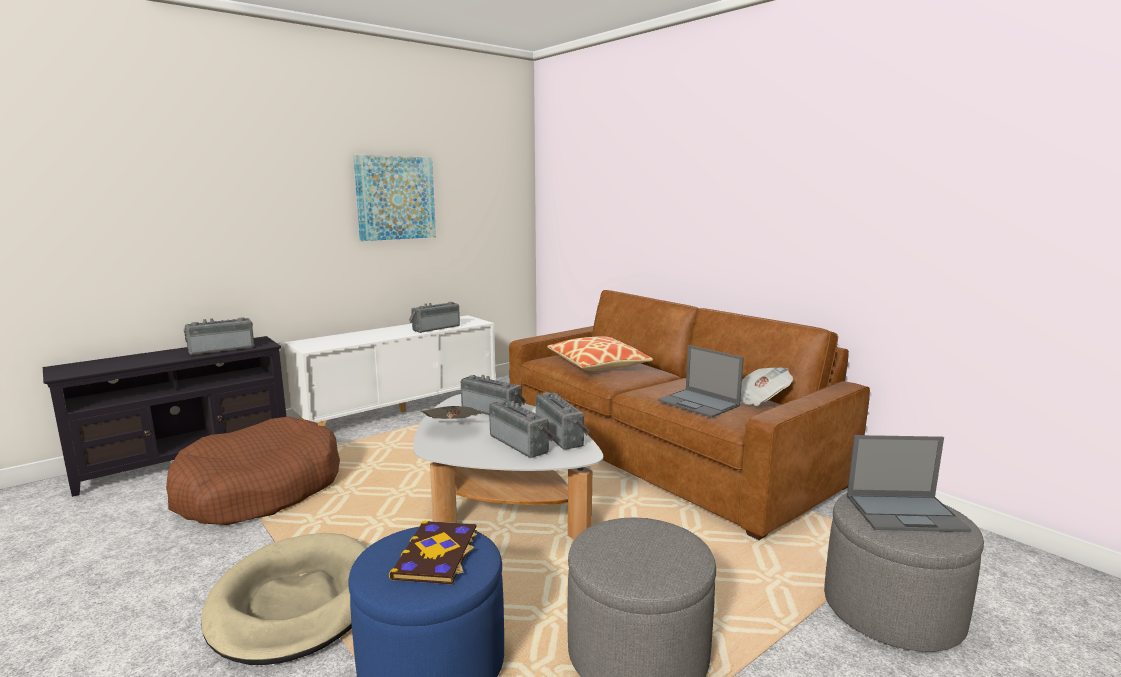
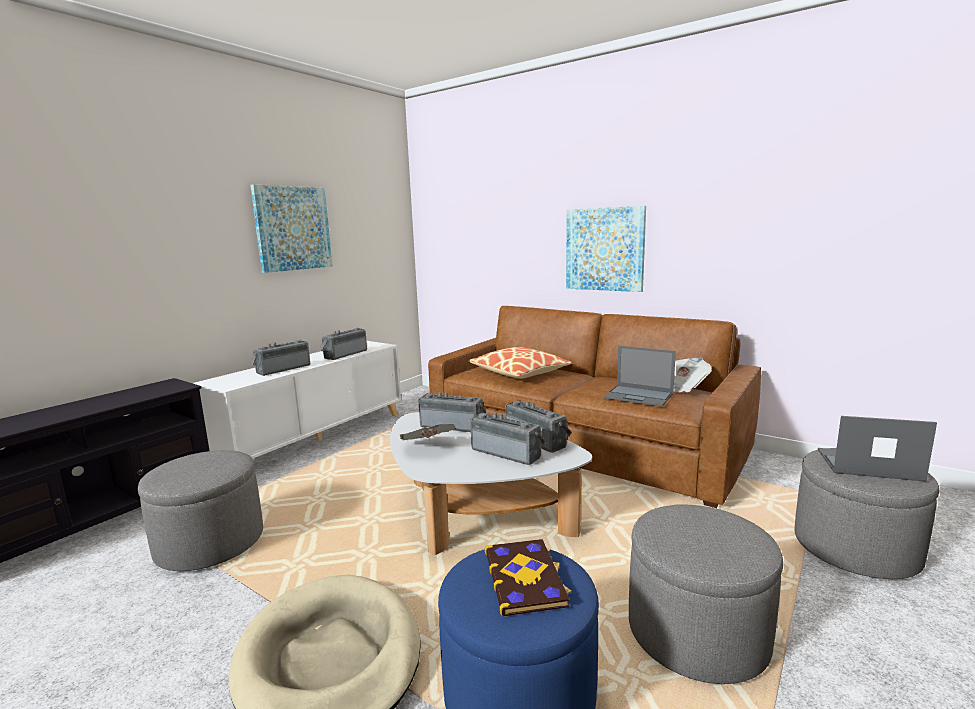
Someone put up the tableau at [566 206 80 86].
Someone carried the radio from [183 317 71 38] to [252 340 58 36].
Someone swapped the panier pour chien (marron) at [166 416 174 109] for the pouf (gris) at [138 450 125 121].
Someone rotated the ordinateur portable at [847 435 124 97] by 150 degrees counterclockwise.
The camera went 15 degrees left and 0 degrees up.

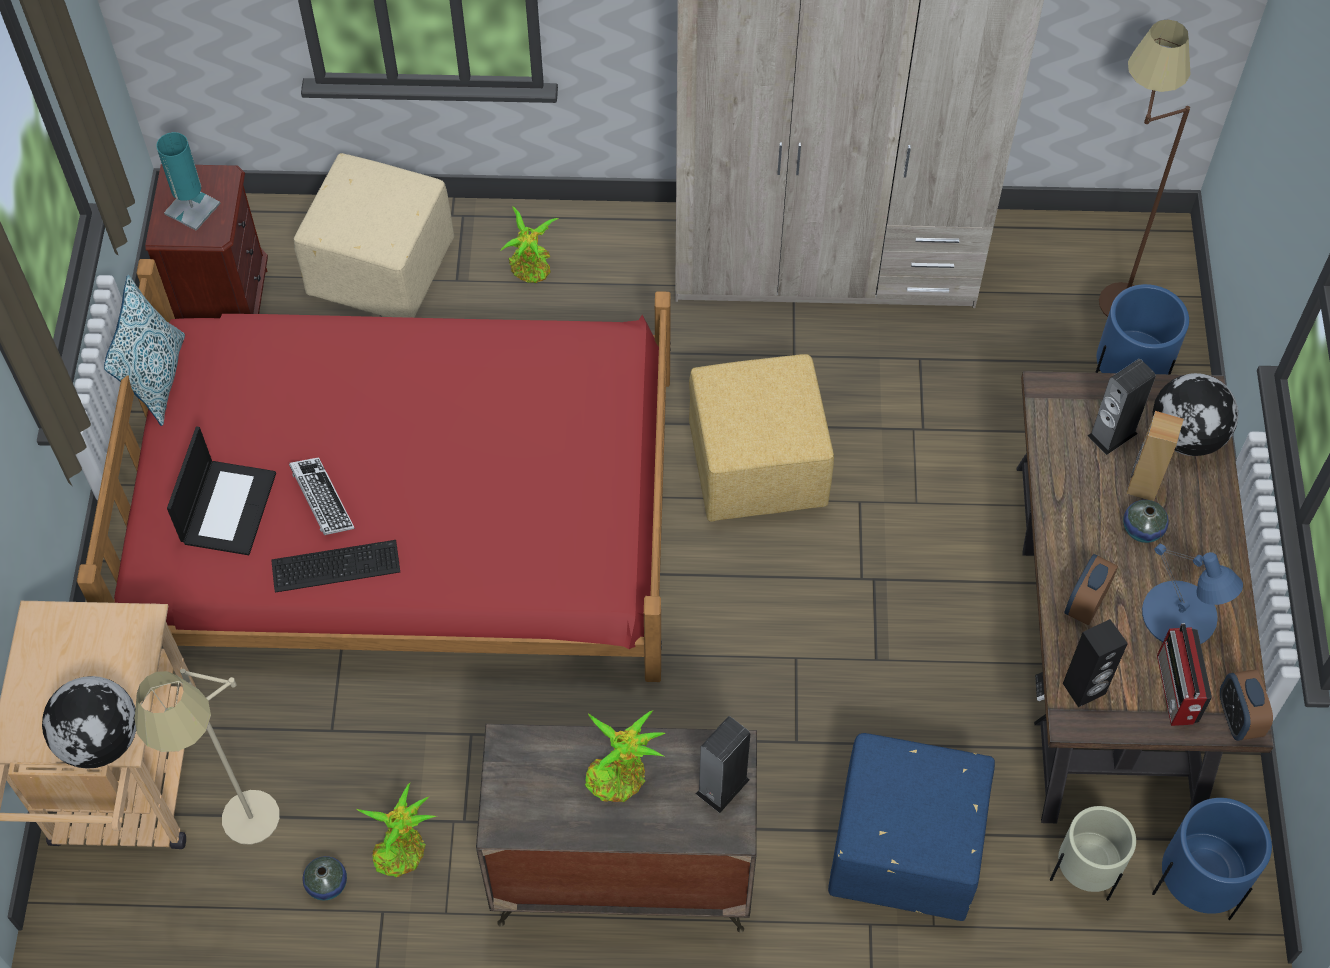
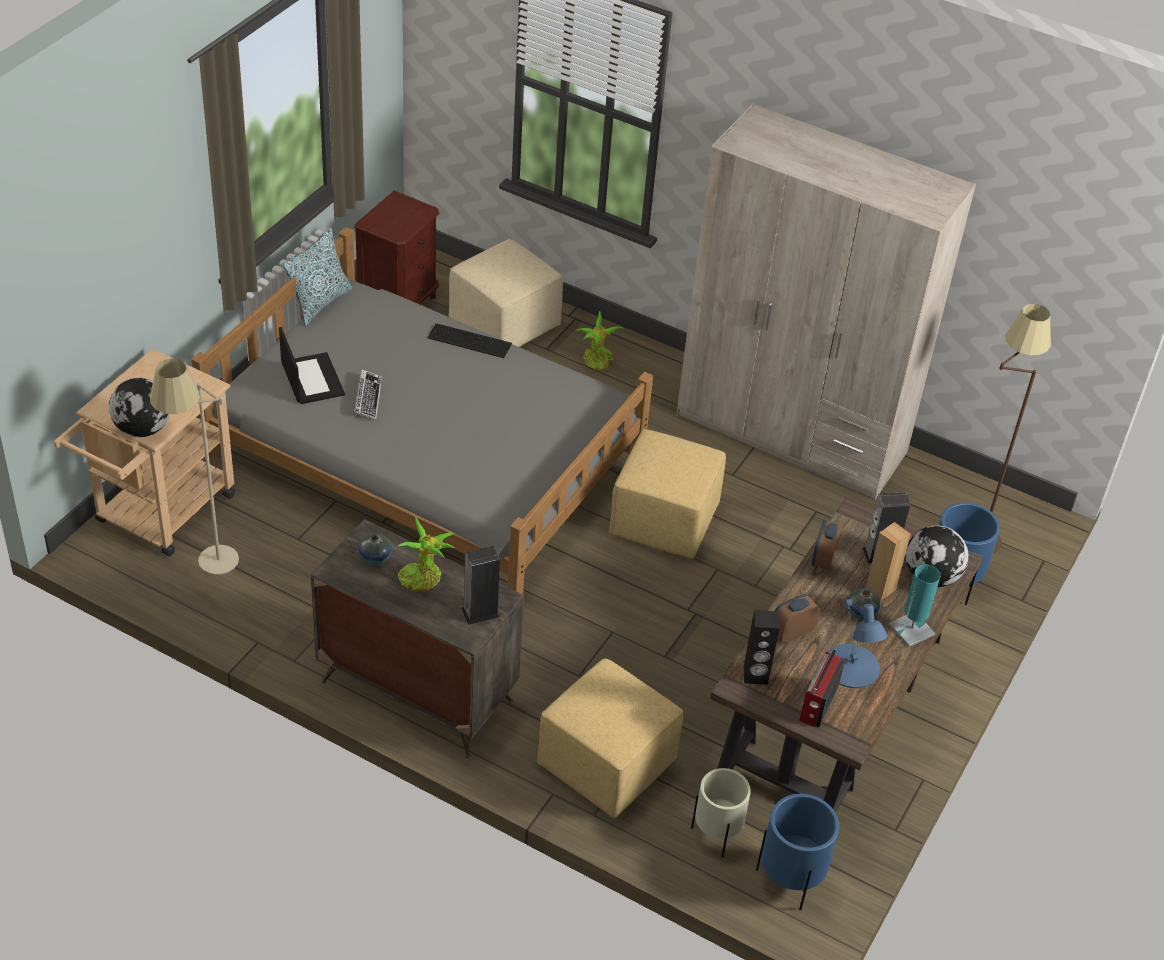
Someone took away the plante en pot at [357 783 79 94].
Someone carried the lampe de table (turquoise) from [156 132 64 99] to [889 564 52 83].
Someone carried the clavier from [272 540 128 53] to [428 323 84 35].
Someone carried the vase from [303 856 44 44] to [358 534 34 31].
Someone carried the réveil from [1220 669 53 72] to [811 520 32 50].
Someone repainted the lit (rouge) at [77 259 594 423], which became the lit (gris) at [192 227 461 368].
Someone repainted the pouf (bleu) at [828 733 167 188], which became the pouf (jaune) at [537 658 146 160].
Someone rotated the ordinateur portable at [167 426 109 129] by 60 degrees counterclockwise.
The camera went 25 degrees right and 15 degrees down.

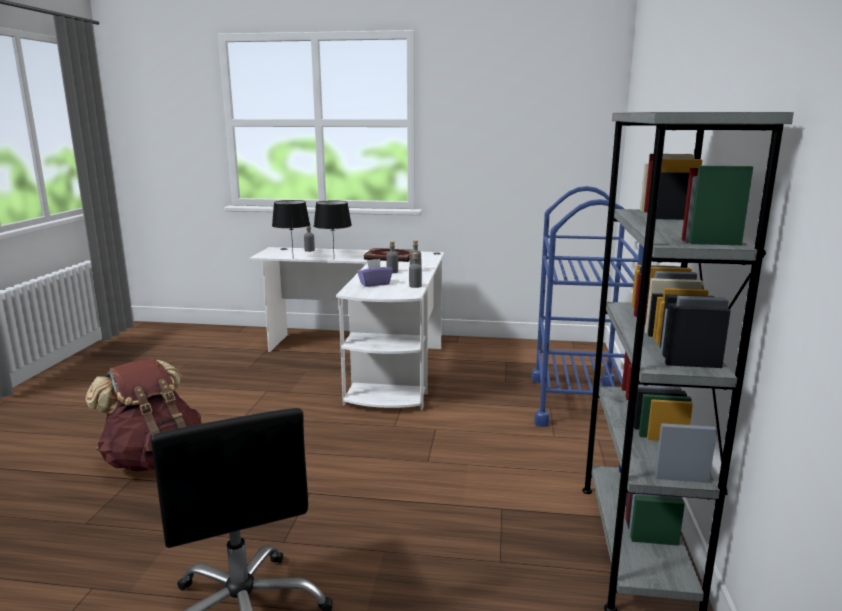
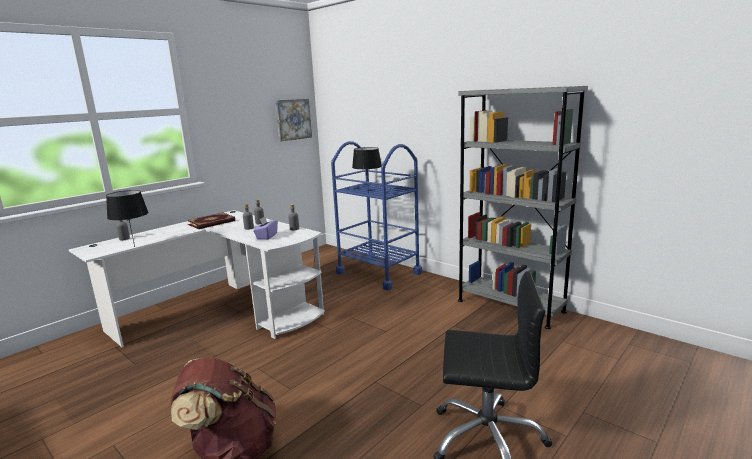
Someone put up the tableau at [275 99 37 42].
Someone carried the lampe de table (noir) from [314 200 38 51] to [352 147 30 46].
The camera went 55 degrees left and 0 degrees up.

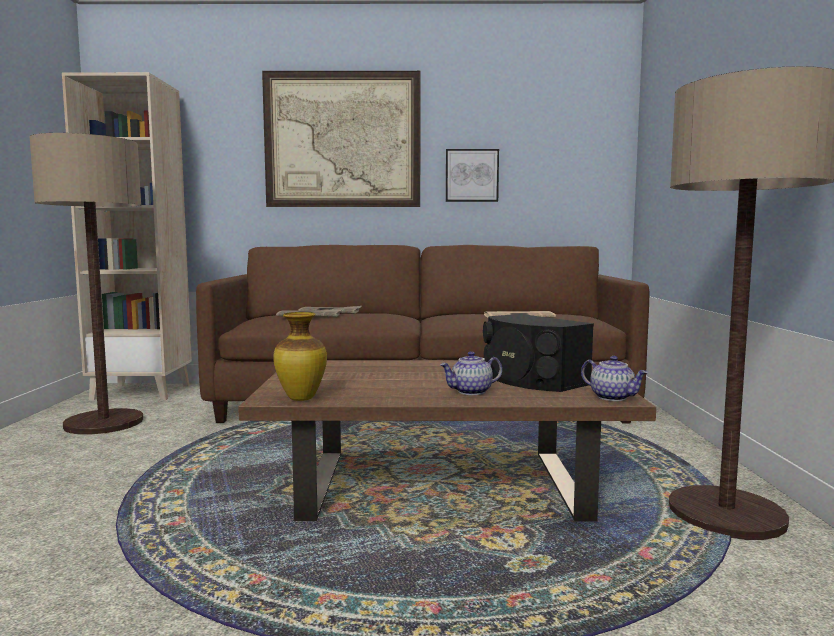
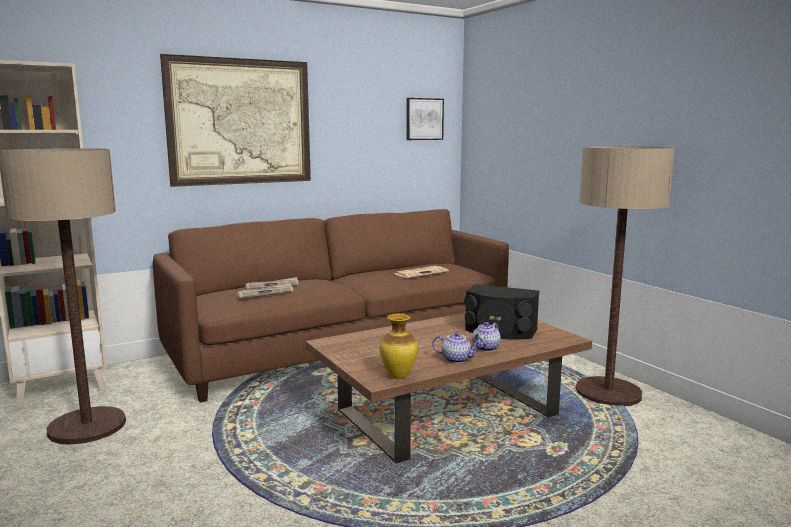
Someone carried the tableau from [446 149 53 53] to [406 98 38 42].
Someone carried the théière from [581 356 67 45] to [432 332 49 31].
The camera went 30 degrees left and 5 degrees up.

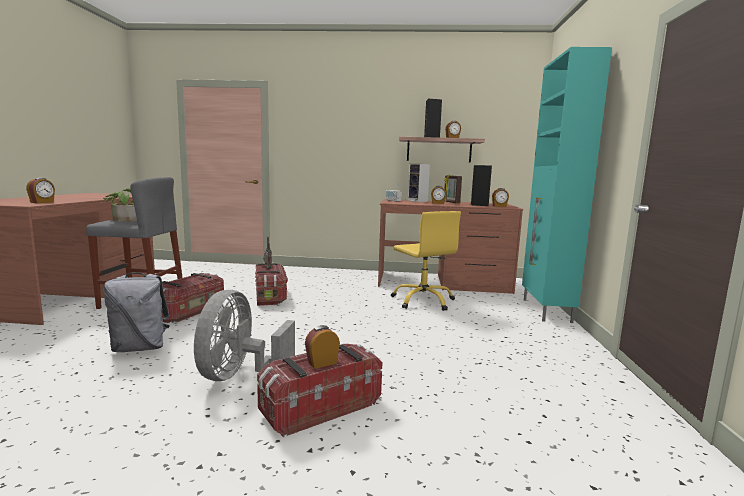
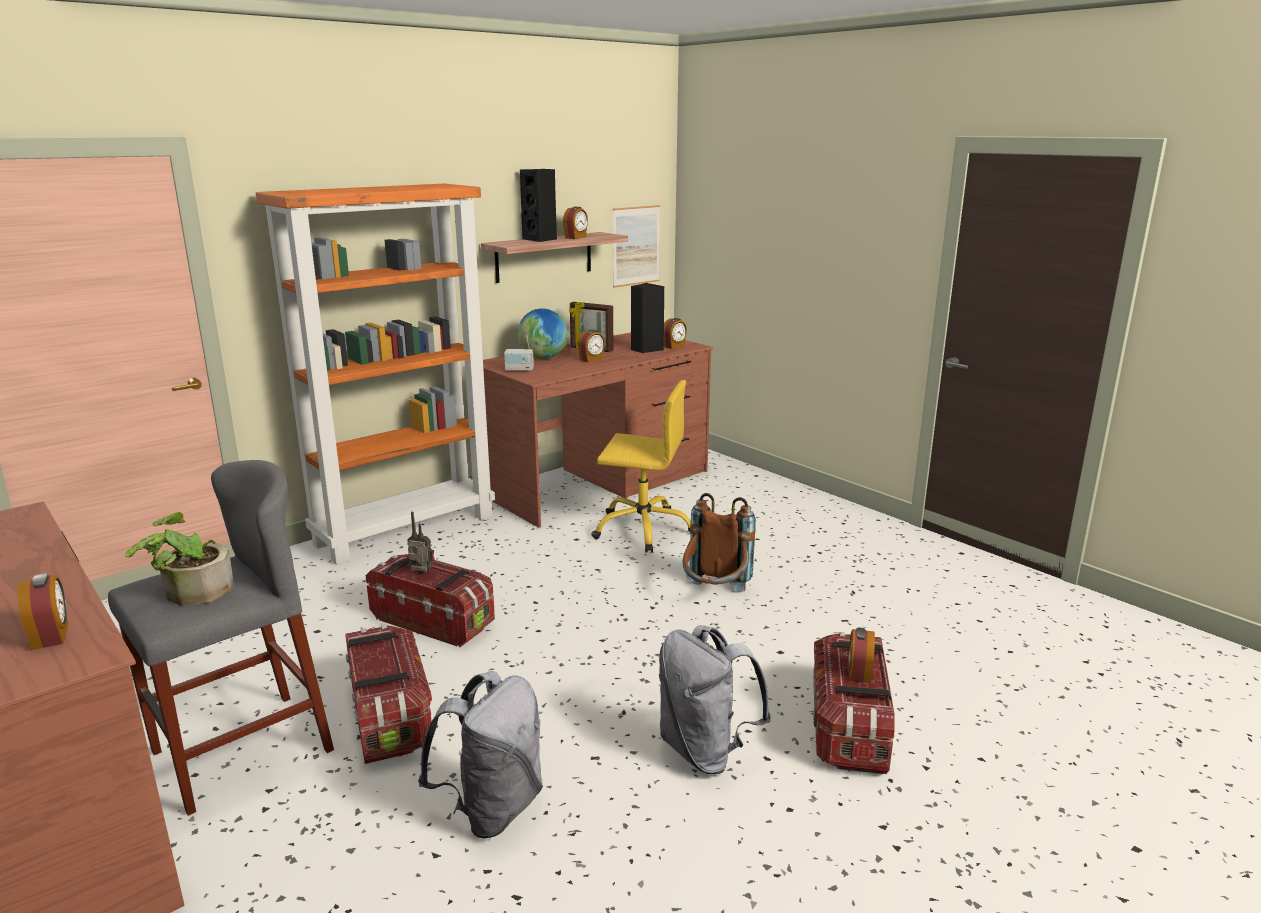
Someone took away the meuble de rangement (turquoise) at [522 47 90 276].
Someone put down the bibliothèque (orange) at [256 184 239 381].
Someone put up the tableau at [613 205 47 83].
Someone put down the sac à dos (marron) at [683 493 73 99].
Someone swapped the ventilateur (gris) at [194 290 101 91] for the sac à dos (gris) at [659 625 112 149].
Someone swapped the enceinte at [407 164 23 38] for the globe at [517 309 51 50].
The camera went 45 degrees left and 10 degrees up.

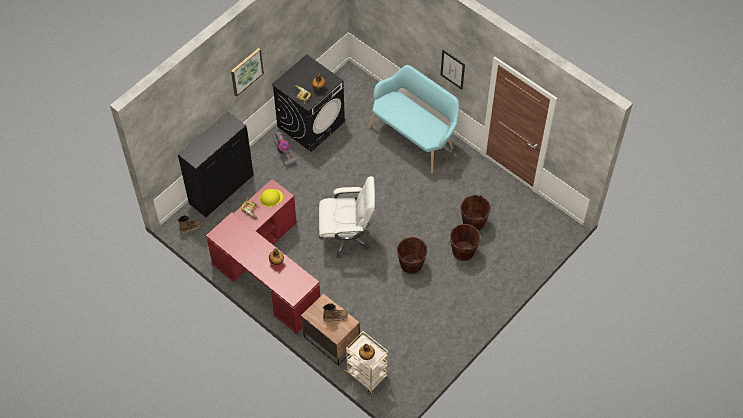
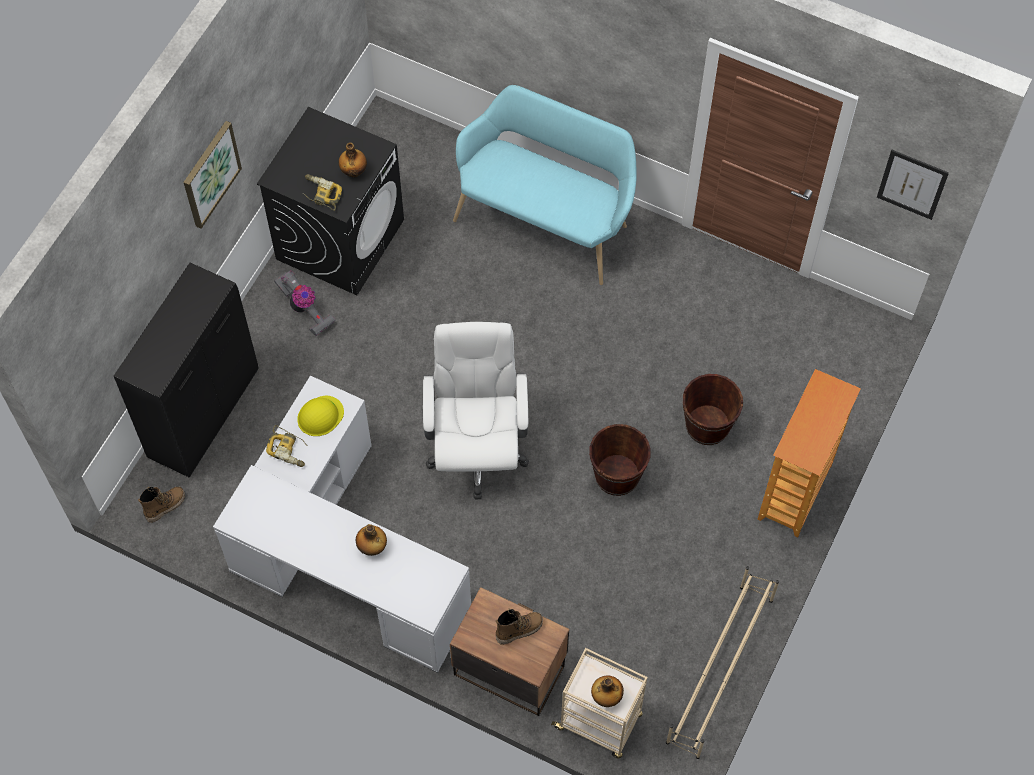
Someone took away the seau (marron) at [461 195 30 36].
Someone put down the étagère à chaussures (beige) at [666 566 113 193].
Someone put down the bibliothèque at [758 369 103 169].
Someone carried the tableau from [441 50 24 40] to [877 150 72 70].
Someone repainted the bureau (rouge) at [206 179 114 155], which became the bureau (blanc) at [213 376 258 297].
Someone rotated the chaise de bureau (blanc) at [319 176 56 82] by 75 degrees counterclockwise.
The camera went 15 degrees left and 5 degrees up.

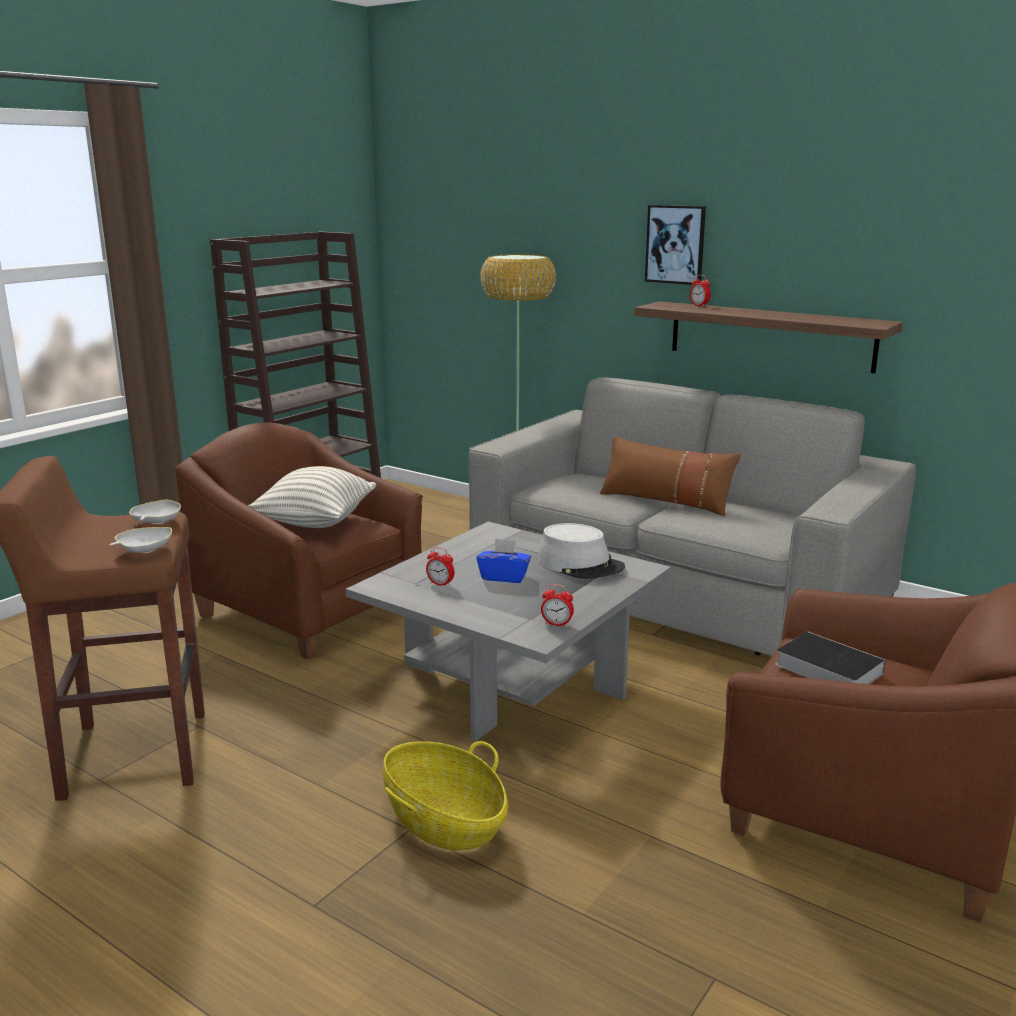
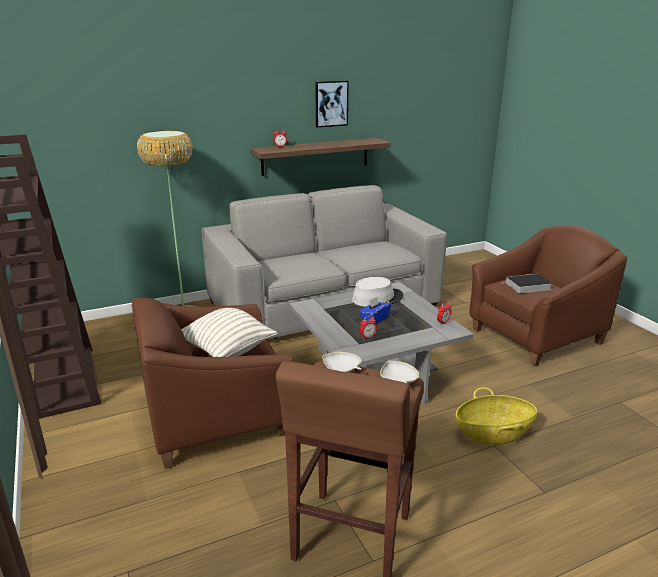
Someone took away the coussin (marron) at [600 436 141 80].
Someone carried the tableau from [645 205 61 80] to [315 81 34 47].
The camera went 60 degrees left and 5 degrees up.

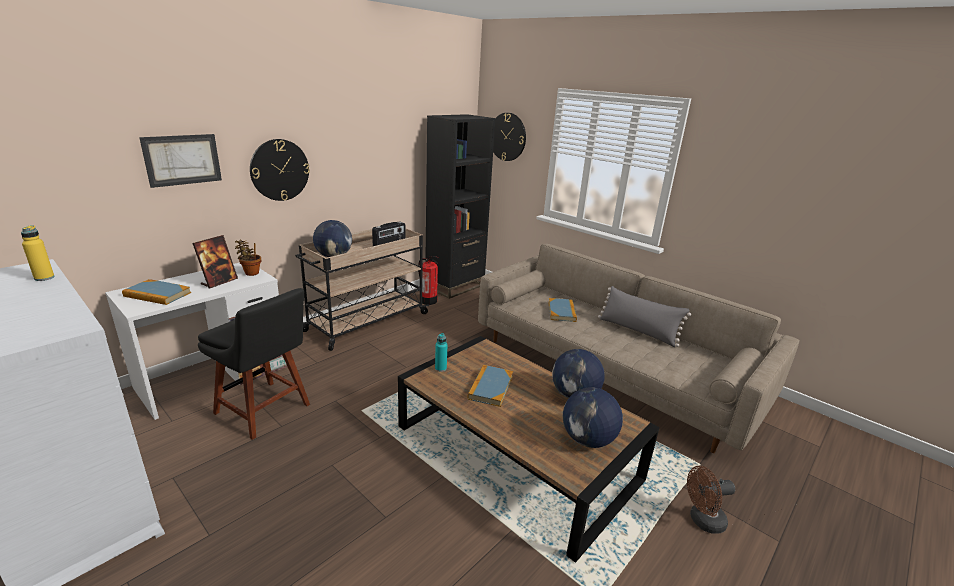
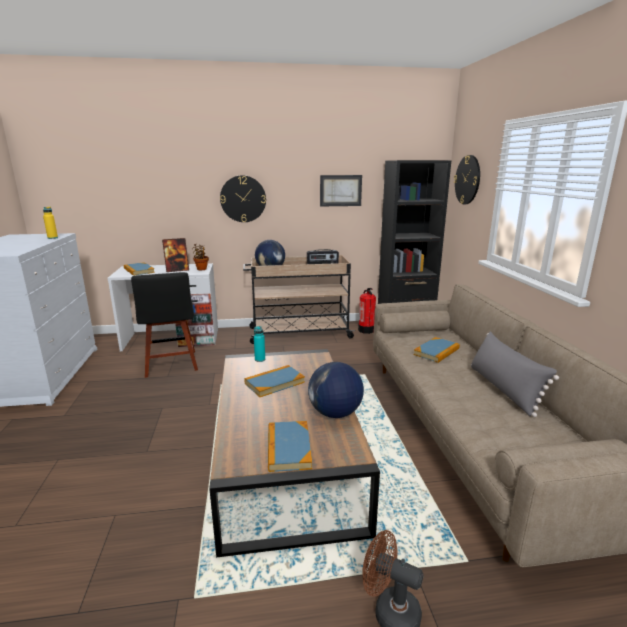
Someone carried the tableau from [139 134 83 54] to [320 175 42 31].
Someone swapped the globe at [563 387 60 61] for the livre at [268 421 44 51].
The camera went 40 degrees right and 5 degrees down.

